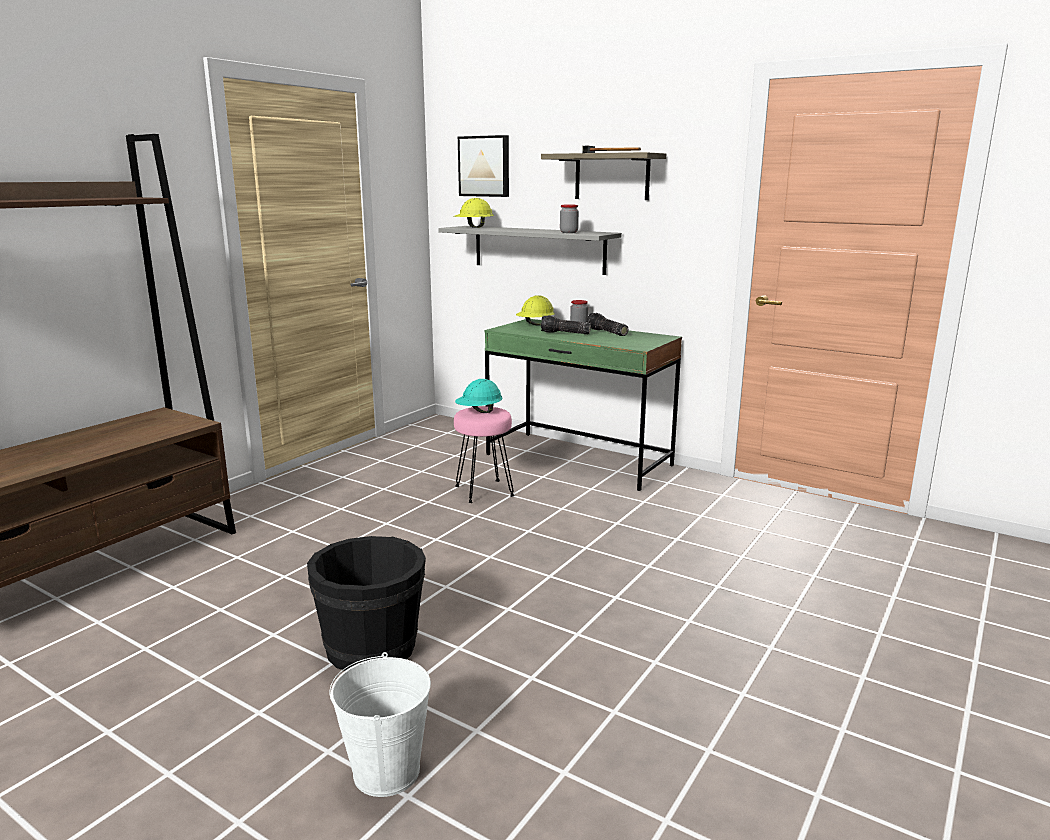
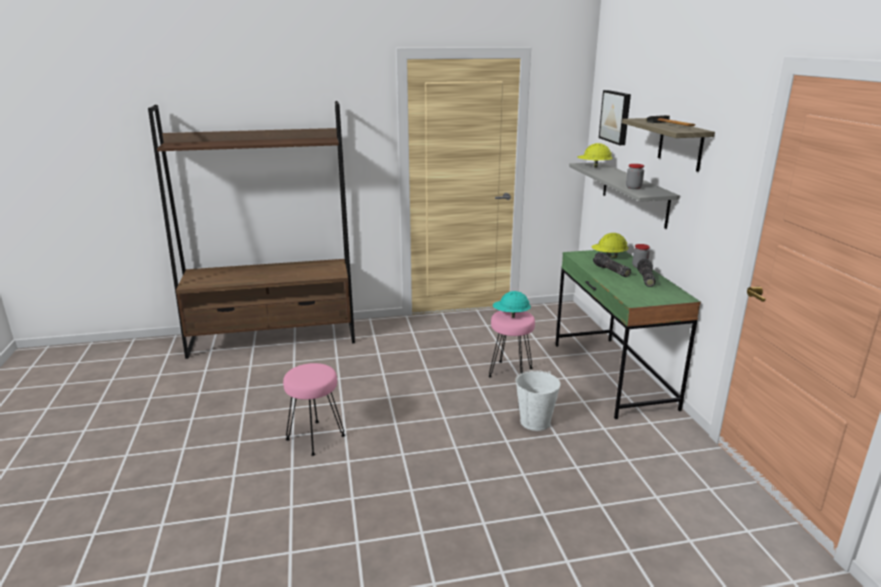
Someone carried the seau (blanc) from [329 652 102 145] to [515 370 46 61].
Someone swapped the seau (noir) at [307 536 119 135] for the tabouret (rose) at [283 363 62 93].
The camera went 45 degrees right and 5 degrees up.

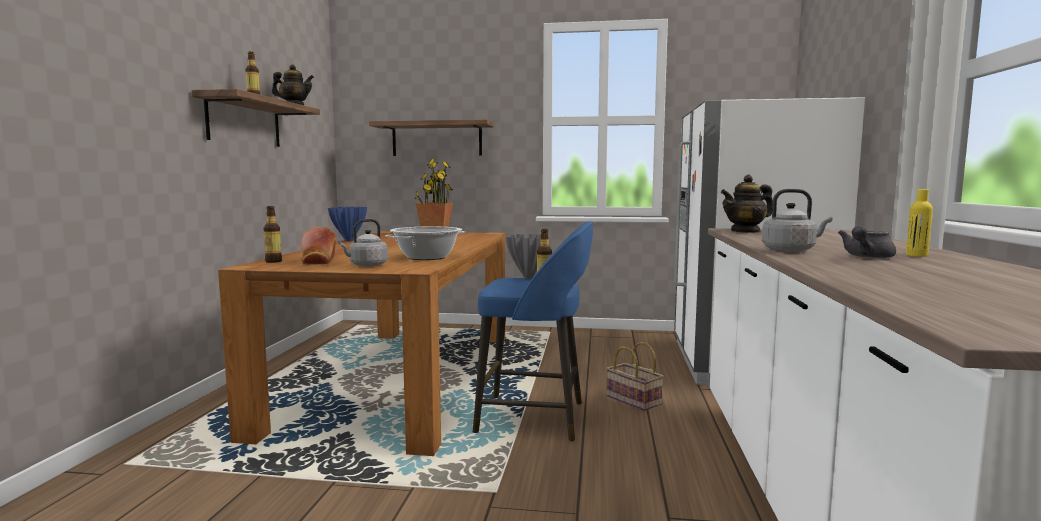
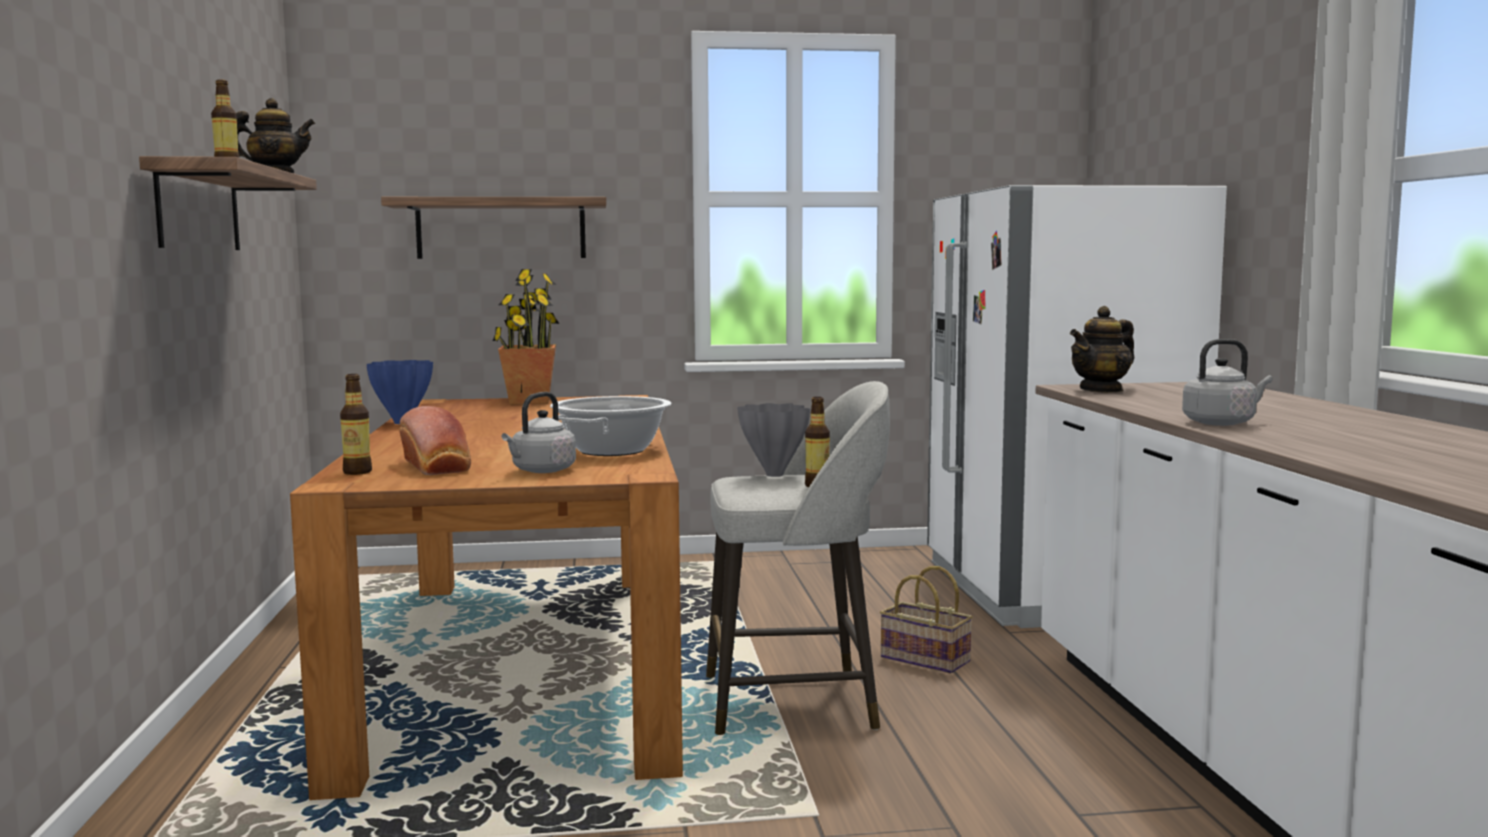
Someone took away the théière (gris) at [838 226 58 33].
Someone took away the bouteille (jaune) at [906 189 27 68].
Someone repainted the tabouret (bleu) at [473 221 120 221], which became the tabouret (gris) at [706 381 184 354].
The camera went 15 degrees left and 0 degrees up.

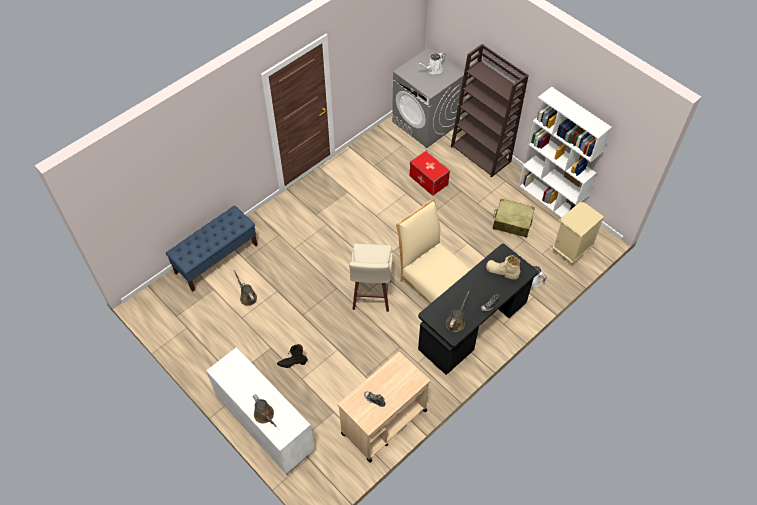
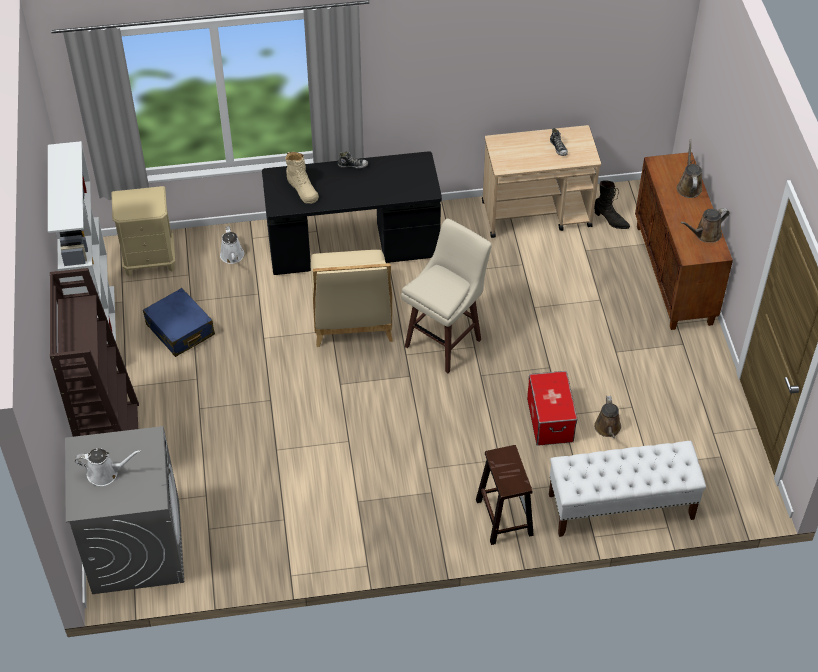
Someone put down the tabouret (marron) at [476 445 58 100].
Someone carried the botte (noir) from [277 344 31 24] to [594 180 36 49].
Someone carried the boîte de rangement from [410 151 40 45] to [527 371 50 75].
Someone carried the arrosoir (marron) from [446 291 24 41] to [680 208 50 35].
Someone repainted the banc (bleu) at [166 205 91 87], which became the banc (blanc) at [549 441 157 96].
Someone repainted the meuble de rangement (blanc) at [206 347 109 129], which became the meuble de rangement (marron) at [635 152 98 178].
Someone repainted the valise (beige) at [493 199 42 39], which became the valise (bleu) at [143 288 72 69].
The camera went 145 degrees left and 5 degrees down.

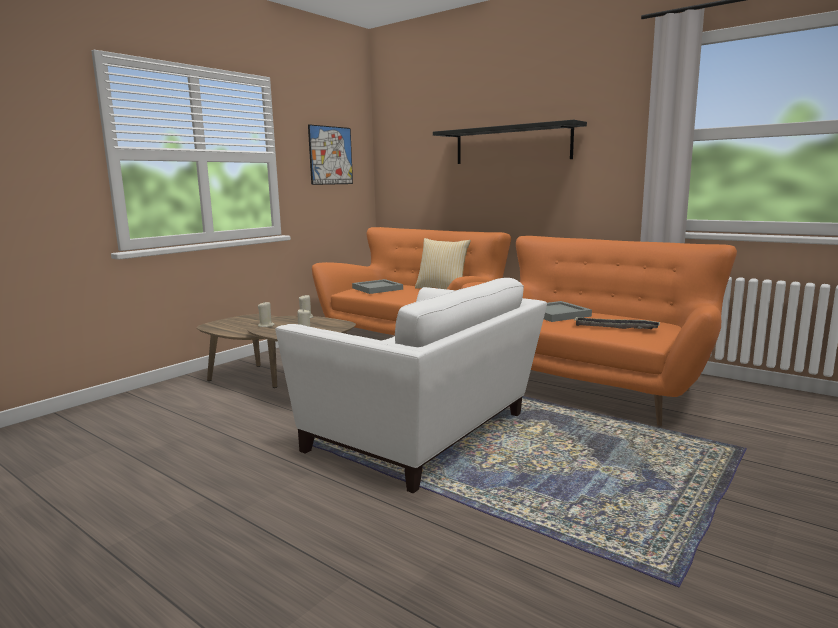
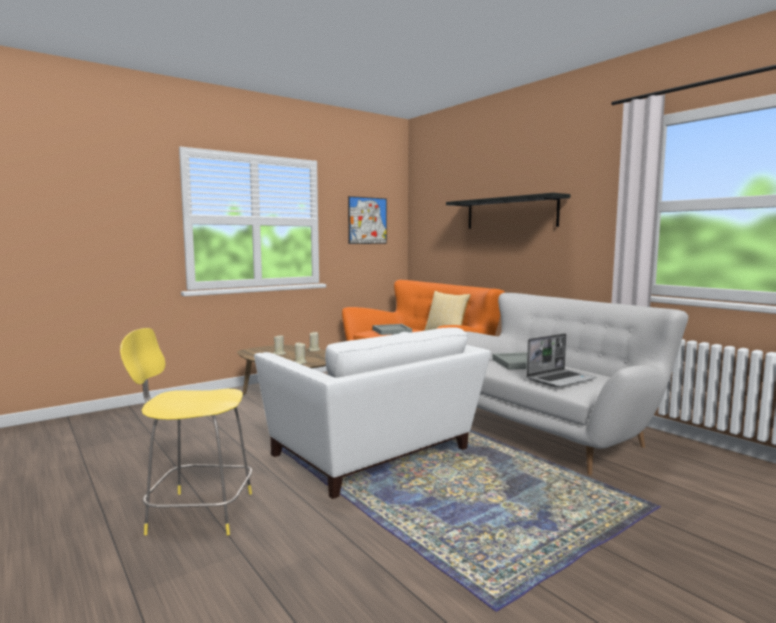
Someone put down the tabouret (jaune) at [120 328 132 208].
Someone swapped the plateau at [574 316 86 13] for the ordinateur portable at [526 333 71 54].
Someone repainted the canapé (orange) at [461 236 276 190], which became the canapé (blanc) at [465 293 223 182].
The camera went 15 degrees right and 5 degrees down.

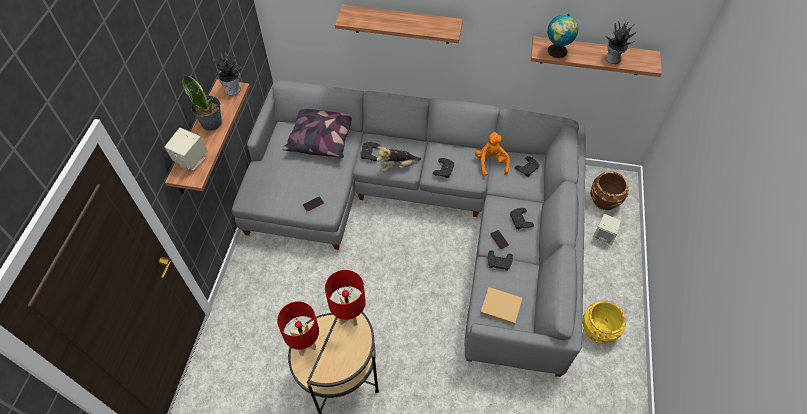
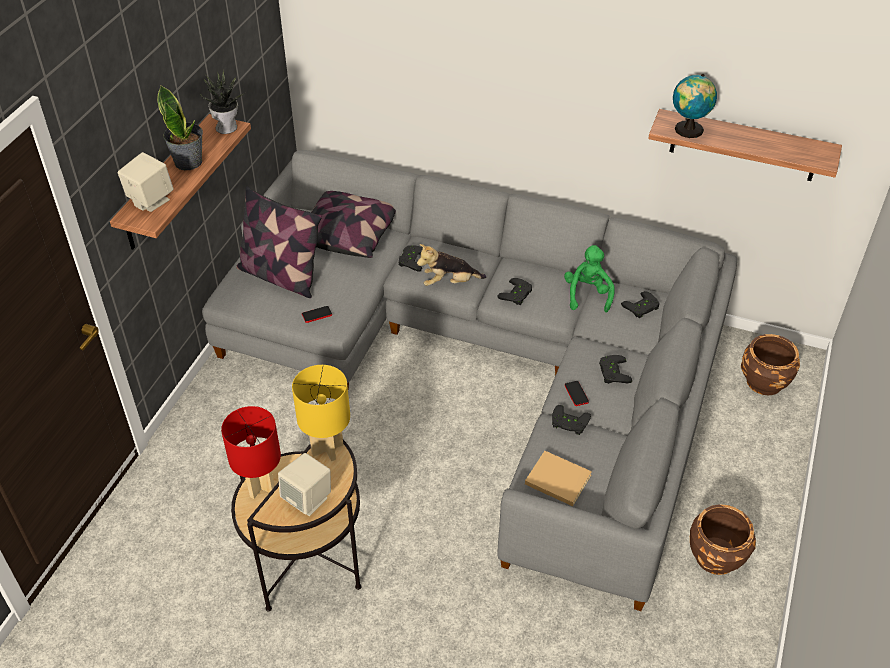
Someone took away the étagère at [335 5 128 39].
Someone took away the plante en pot at [604 22 32 42].
Someone put down the coussin at [236 186 86 112].
Someone carried the enceinte (beige) from [593 214 28 31] to [278 453 53 63].
Someone repainted the lampe de table (rouge) at [325 270 41 57], which became the lampe de table (jaune) at [292 365 58 96].
Someone repainted the peluche (orange) at [475 132 35 45], which became the peluche (vert) at [564 245 51 67].
Someone repainted the cache-pot (jaune) at [583 300 43 43], which became the cache-pot (marron) at [690 504 66 71].
The camera went 10 degrees right and 10 degrees down.

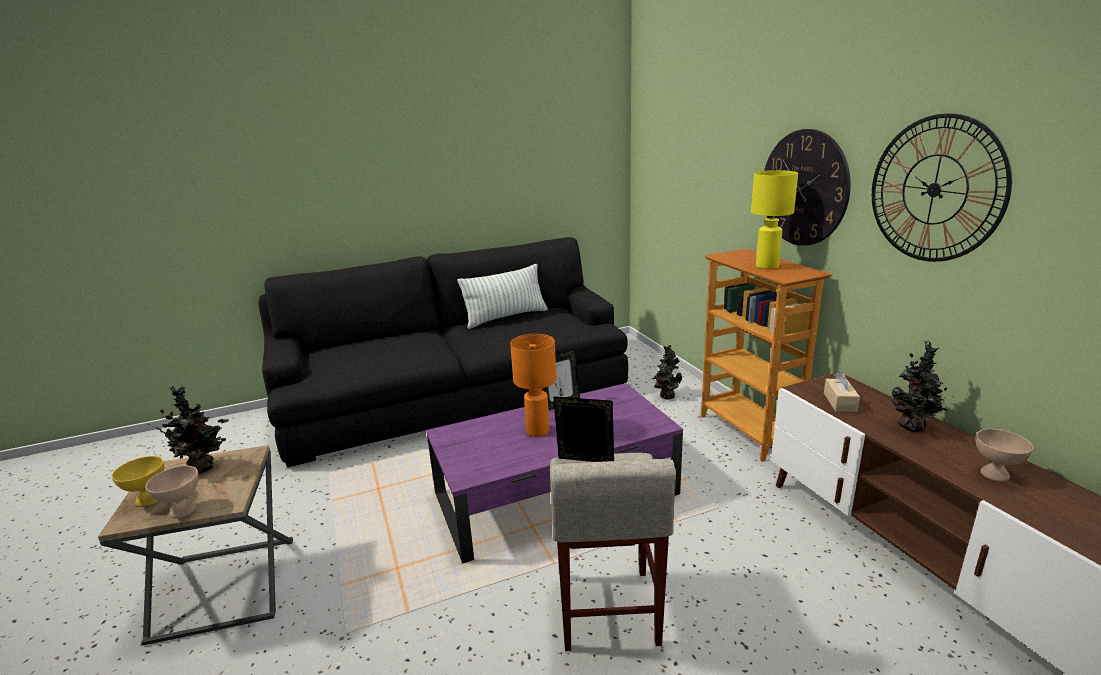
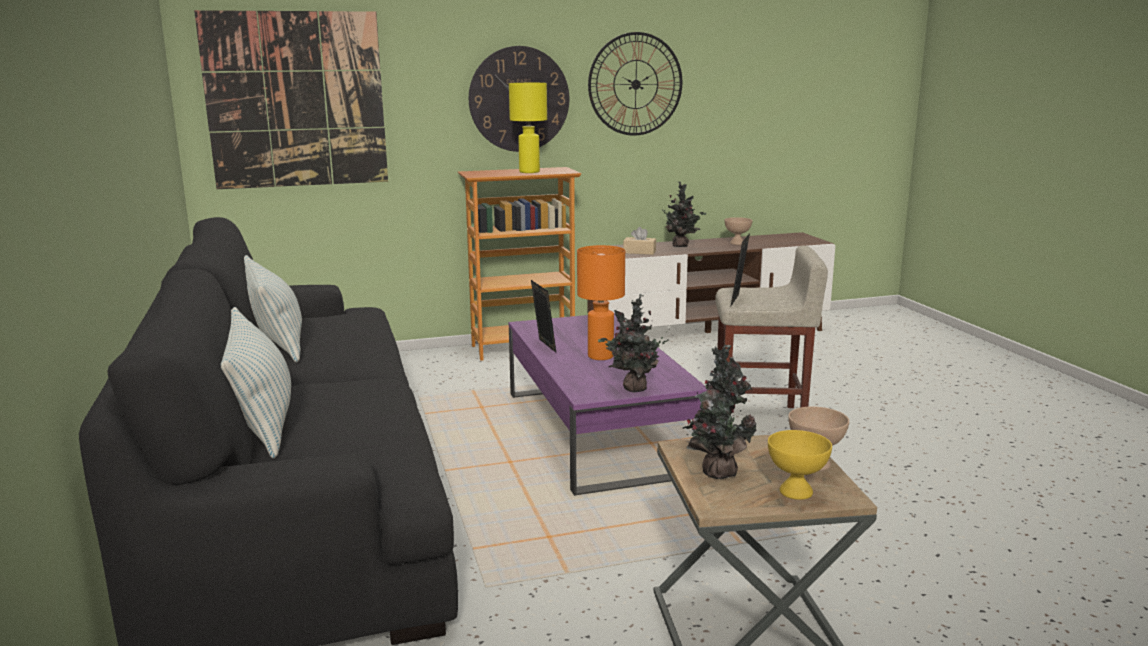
Someone put up the tableau at [194 10 194 179].
Someone put down the coussin at [221 307 70 152].
Someone carried the plante en pot from [652 345 30 55] to [598 294 72 98].
The camera went 85 degrees left and 5 degrees down.

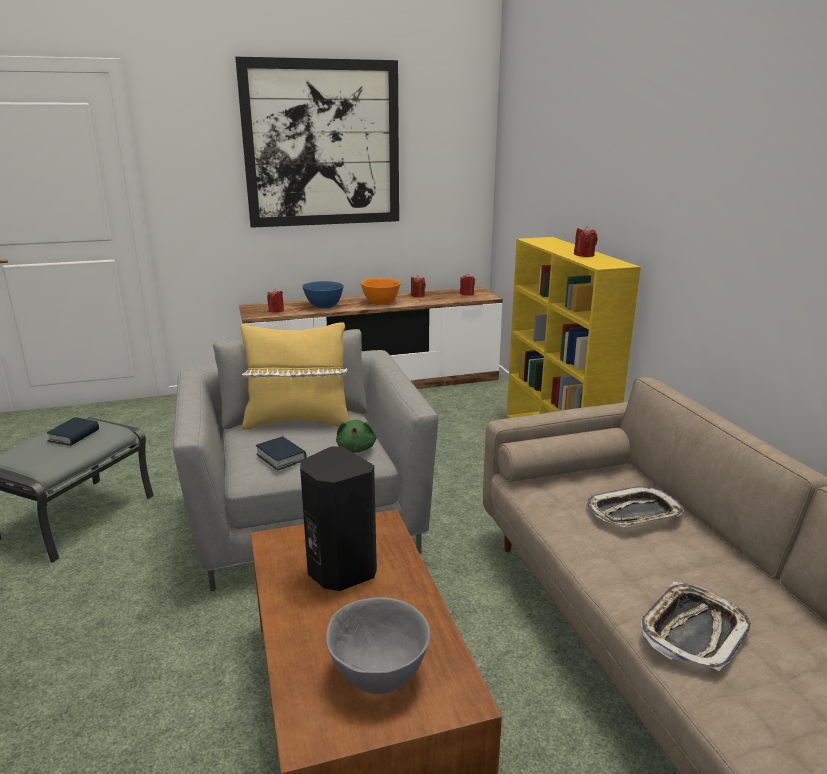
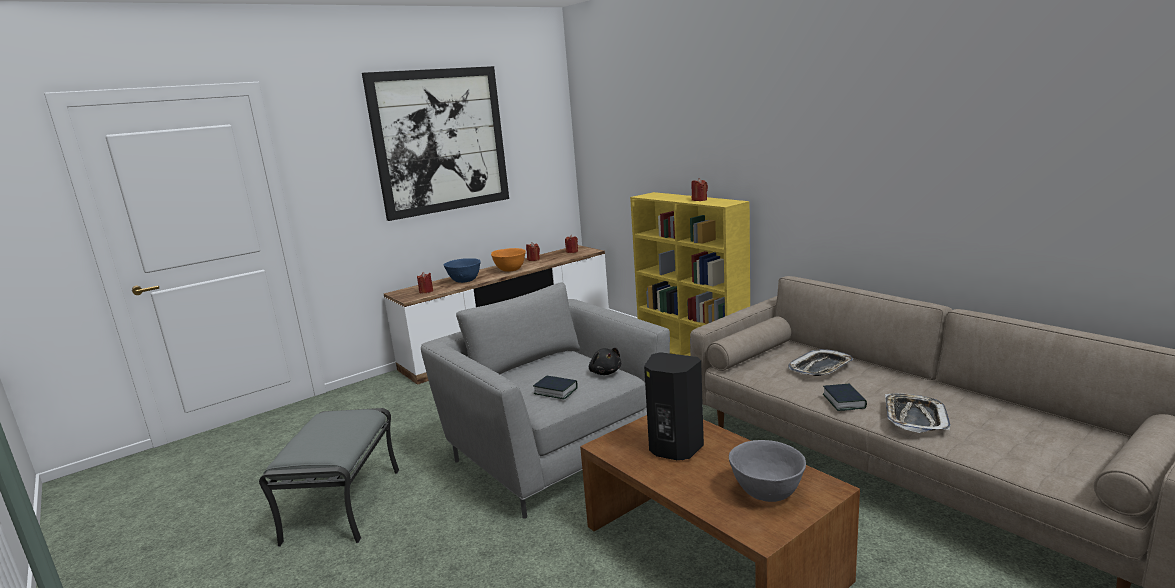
Someone took away the coussin (jaune) at [241 322 108 108].
Someone carried the livre from [47 417 52 29] to [823 384 44 27].
Someone repainted the peluche (vert) at [336 420 41 33], which became the peluche (noir) at [589 348 32 27].
The camera went 20 degrees left and 5 degrees down.

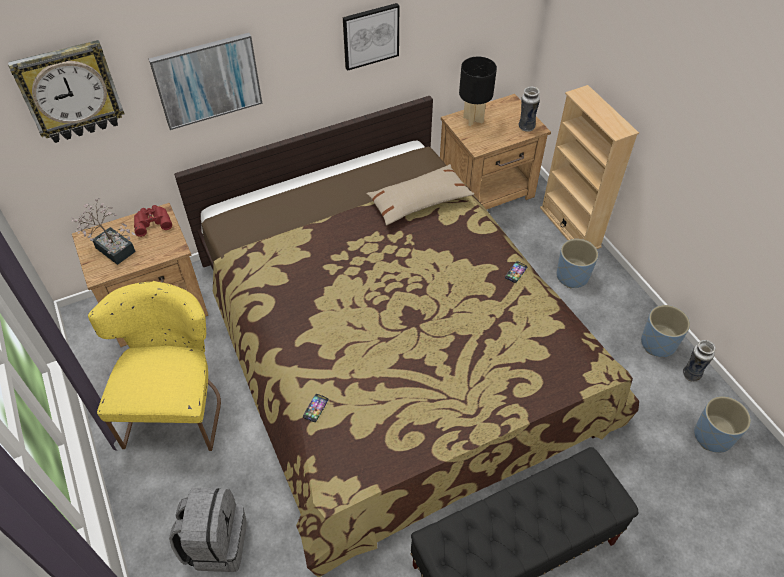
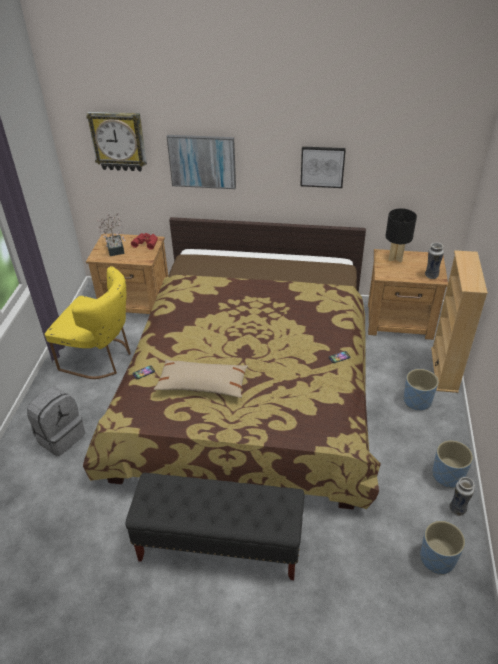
Someone carried the coussin (beige) from [366 164 108 62] to [153 359 95 39].
Someone rotated the chaise (jaune) at [88 281 133 170] by 75 degrees clockwise.
The camera went 35 degrees right and 10 degrees down.

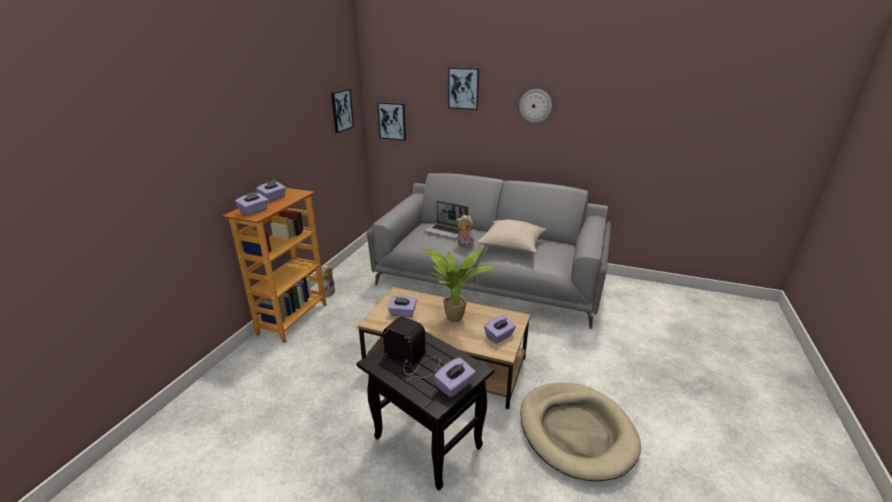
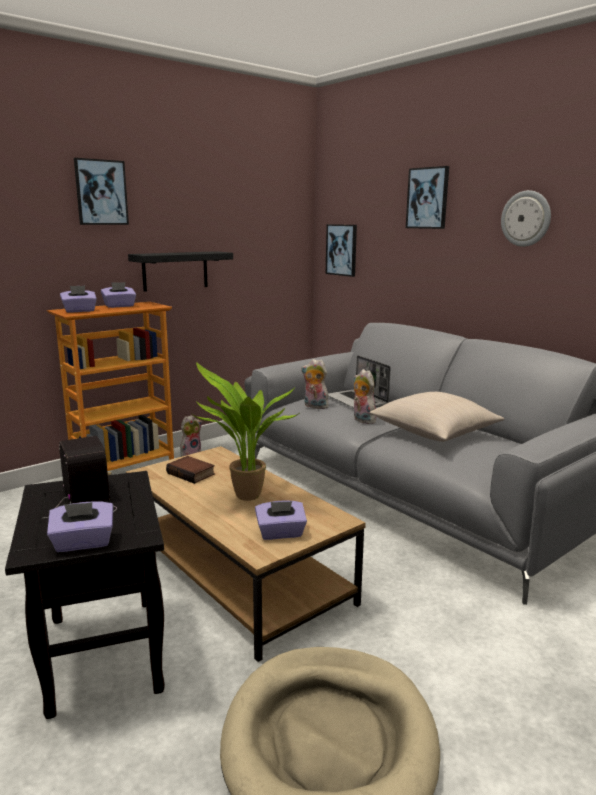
Someone put up the étagère (noir) at [128 251 105 41].
Someone put down the peluche at [301 359 28 50].
Someone carried the tableau from [331 89 23 44] to [74 158 55 67].
Someone swapped the boîte à mouchoirs (violet) at [388 296 29 21] for the livre at [166 456 49 28].
The camera went 30 degrees right and 10 degrees down.

